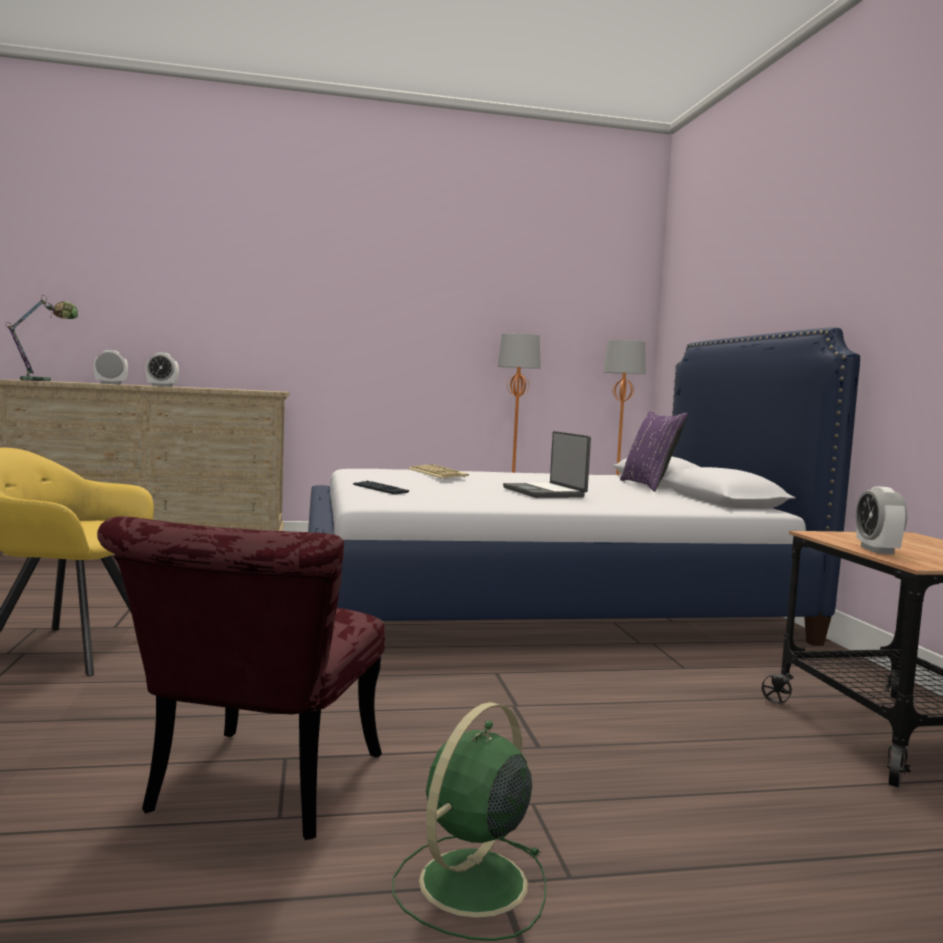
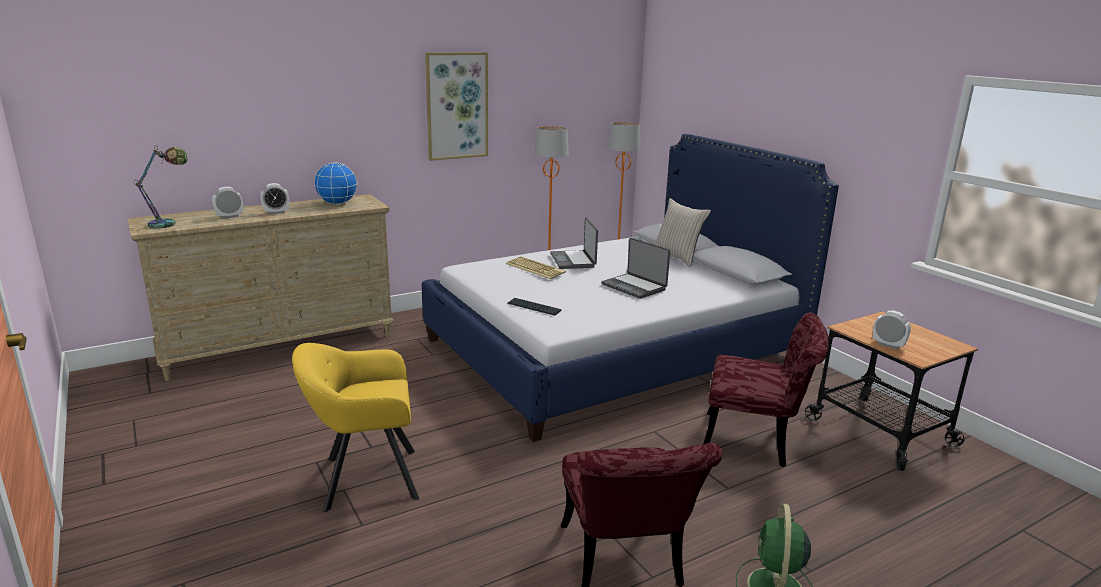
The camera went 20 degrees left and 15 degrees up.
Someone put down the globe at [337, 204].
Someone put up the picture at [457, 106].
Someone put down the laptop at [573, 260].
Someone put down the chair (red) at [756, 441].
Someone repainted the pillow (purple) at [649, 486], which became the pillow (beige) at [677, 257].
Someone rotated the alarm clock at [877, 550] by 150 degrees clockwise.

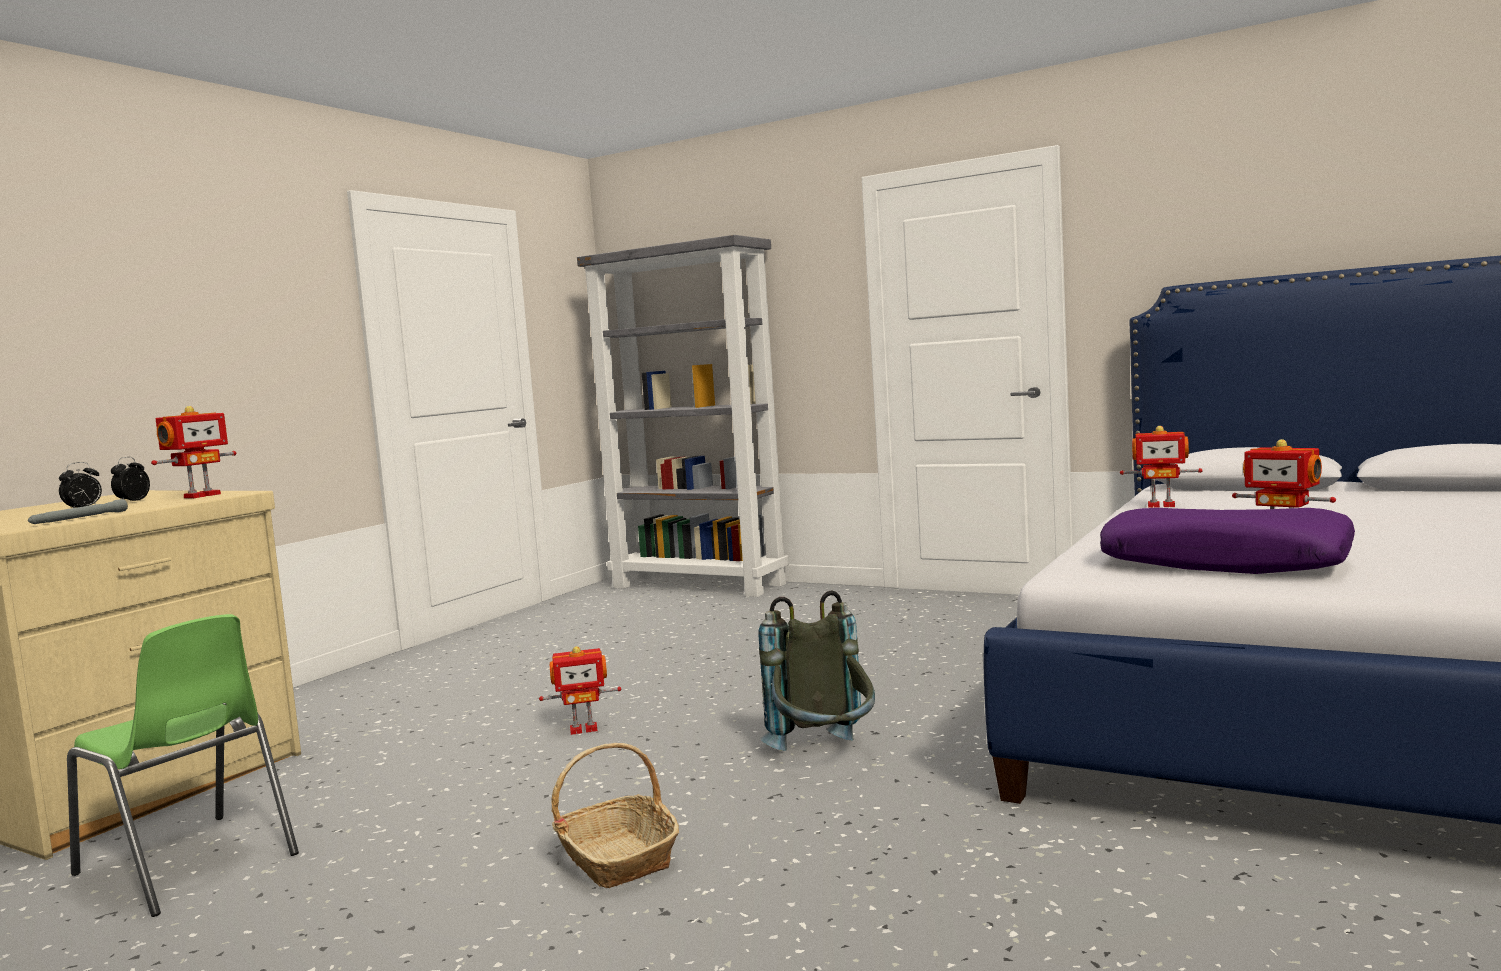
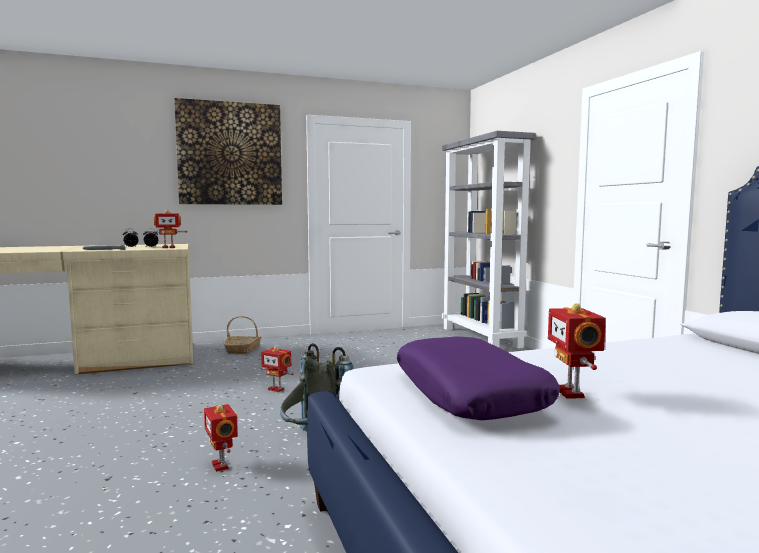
The camera went 40 degrees right and 0 degrees up.
Someone took away the chair (green) at [188, 865].
Someone put up the picture at [230, 153].
Someone carried the basket from [616, 858] to [243, 349].
Someone carried the toy robot from [1161, 505] to [221, 465].

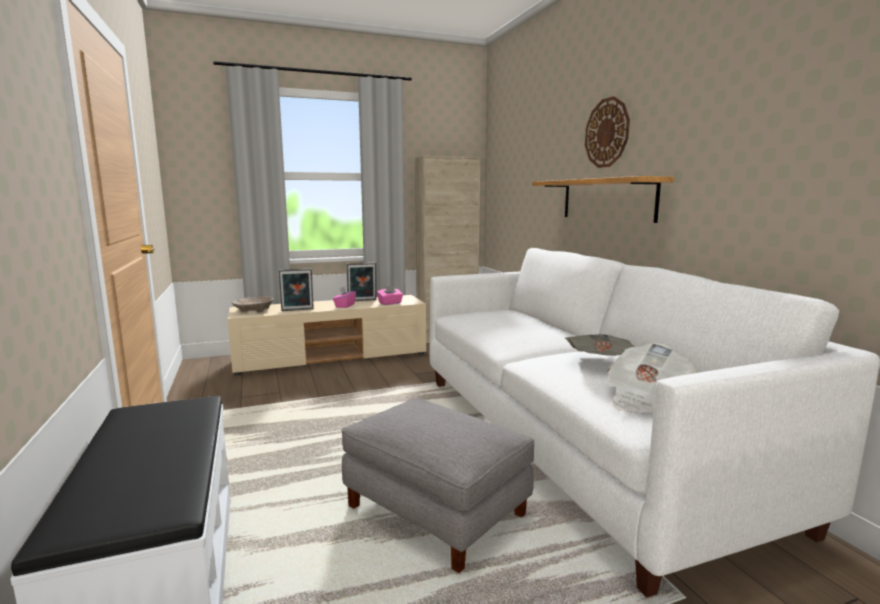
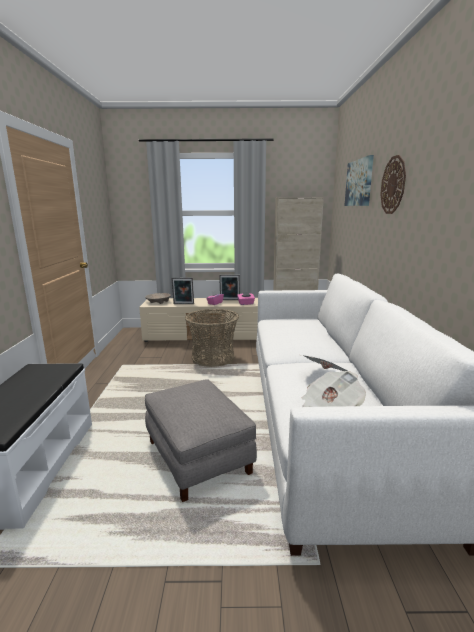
The camera went 20 degrees right and 5 degrees up.
Someone took away the shelf at [607, 199].
Someone put down the basket at [213, 358].
Someone put up the picture at [359, 183].

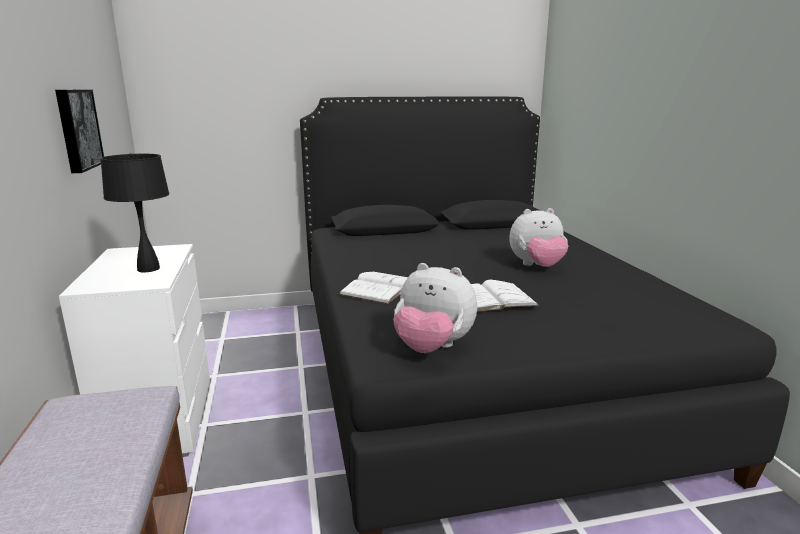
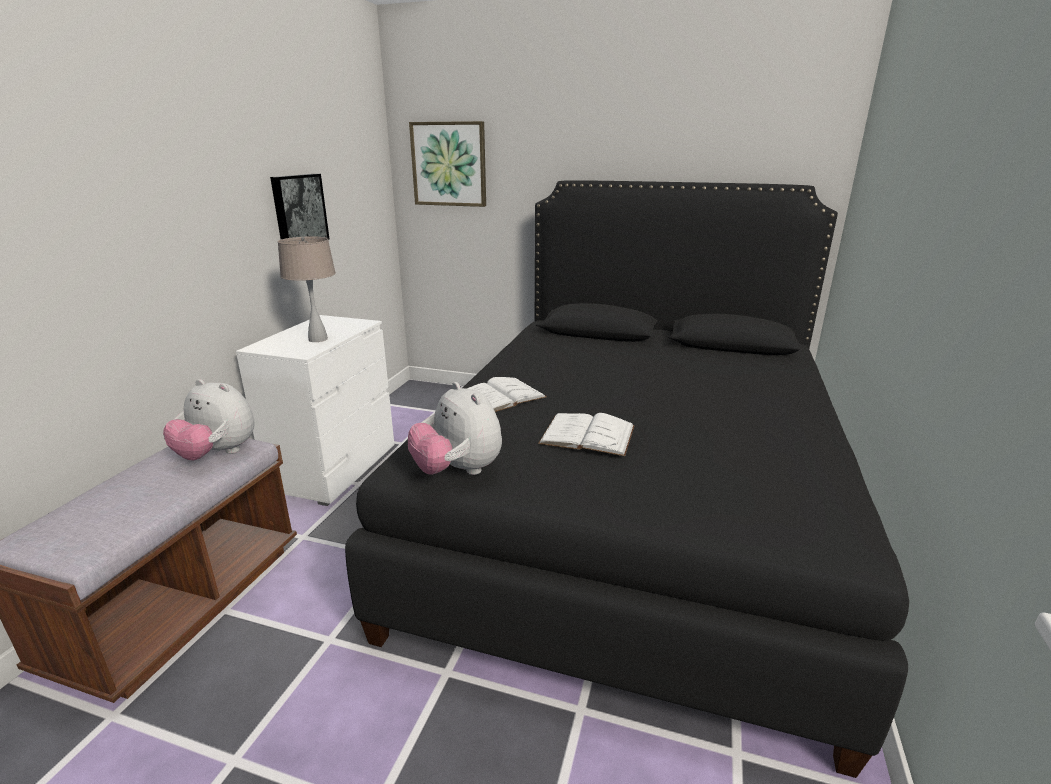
The camera went 30 degrees right and 5 degrees up.
Someone put up the picture at [449, 164].
Someone carried the plush toy from [537, 266] to [218, 454].
Someone repainted the table lamp (black) at [148, 269], which became the table lamp (beige) at [318, 339].

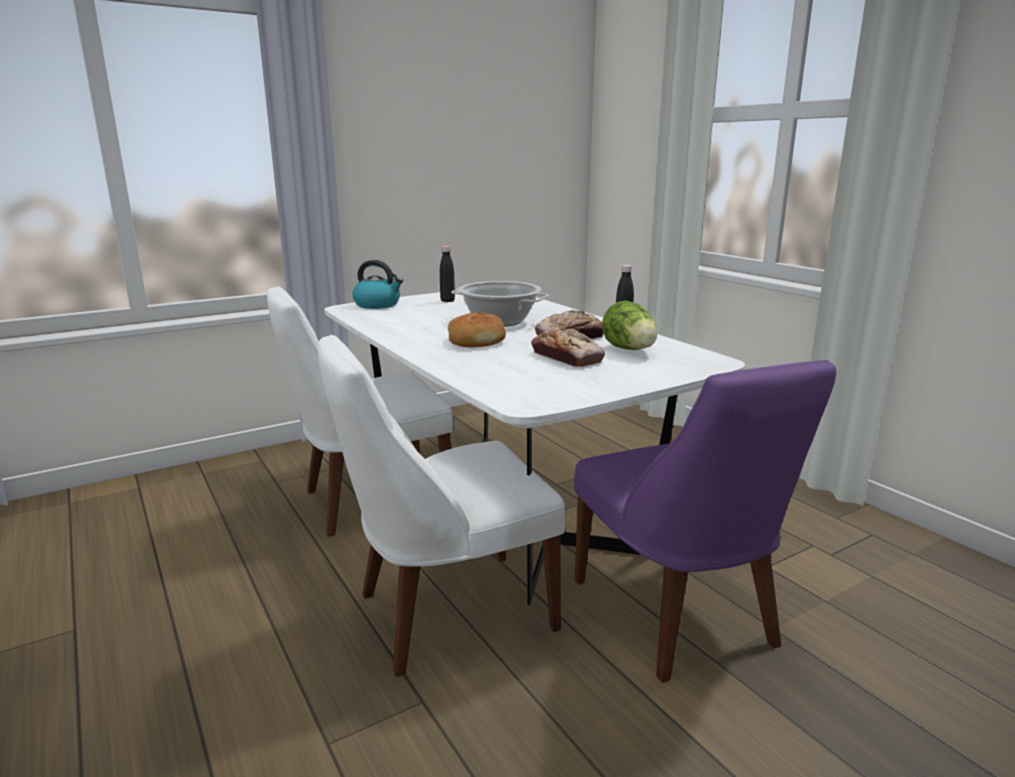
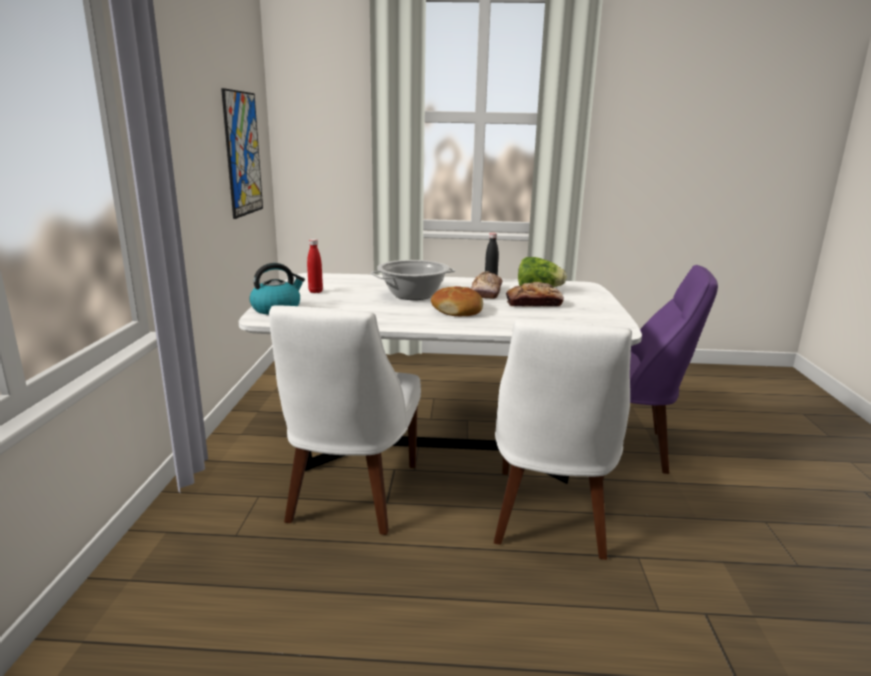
The camera went 55 degrees left and 0 degrees up.
Someone put up the picture at [243, 154].
Someone repainted the bottle (black) at [447, 301], which became the bottle (red) at [315, 291].

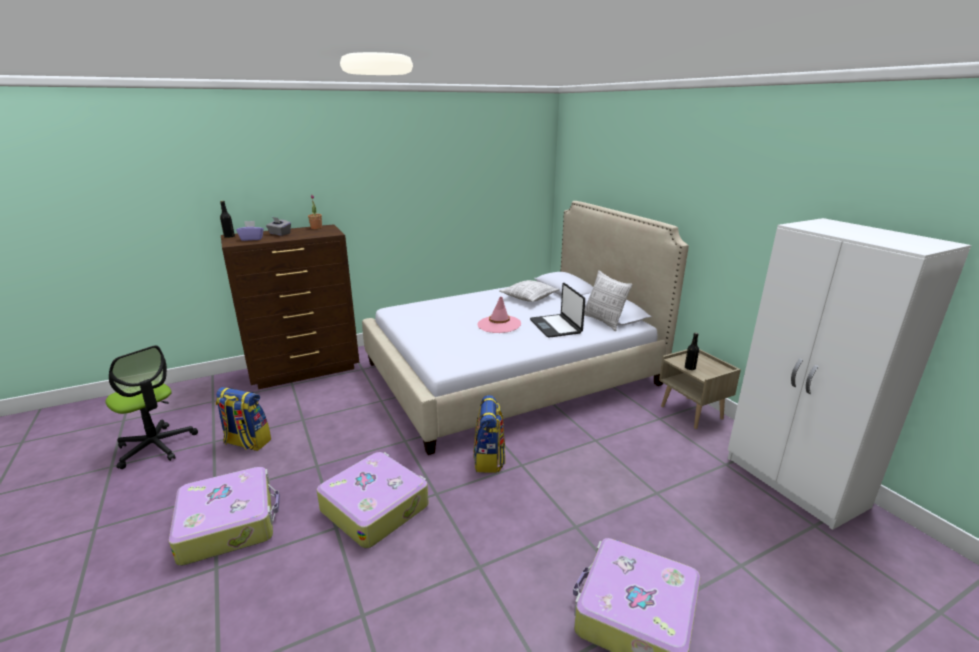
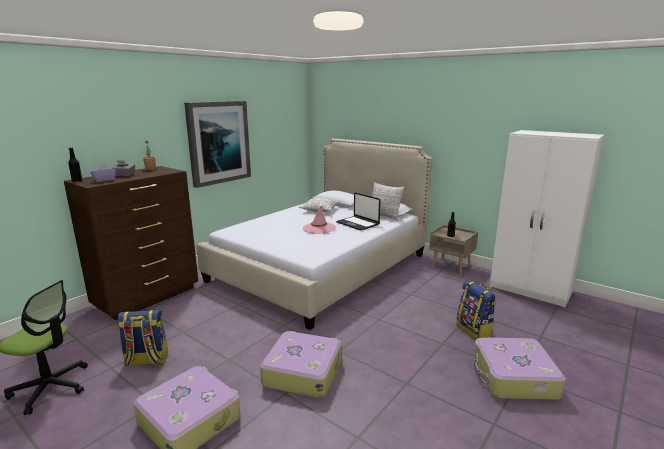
The camera went 25 degrees left and 5 degrees down.
Someone put up the picture at [218, 142].
Someone carried the backpack from [489, 459] to [474, 330].

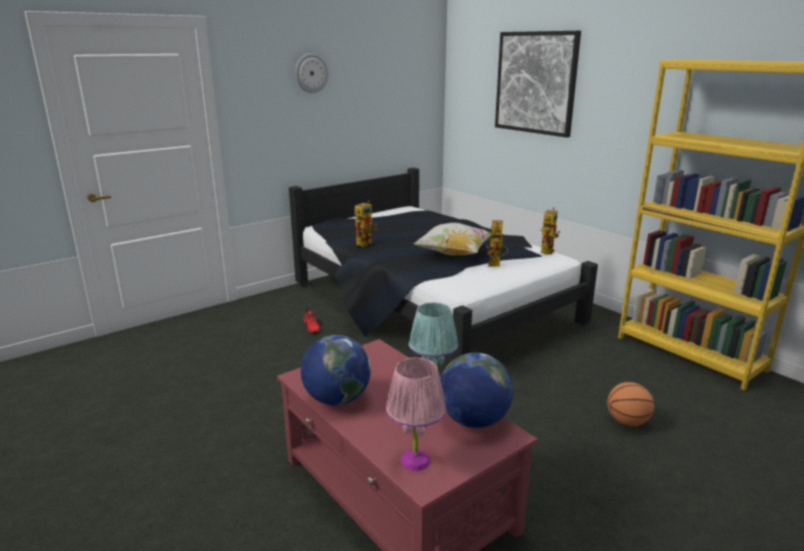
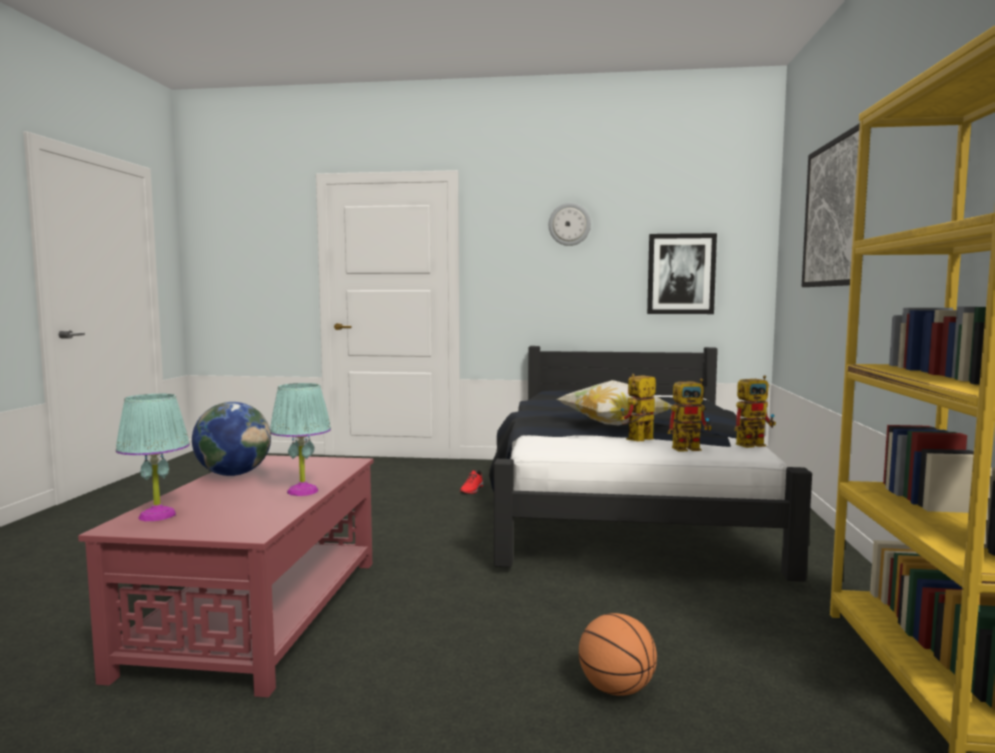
The camera went 45 degrees right and 15 degrees down.
Someone took away the globe at [474, 420].
Someone put up the picture at [681, 274].
Someone carried the toy robot from [365, 242] to [691, 448].
Someone repainted the table lamp (pink) at [416, 460], which became the table lamp (turquoise) at [157, 515].

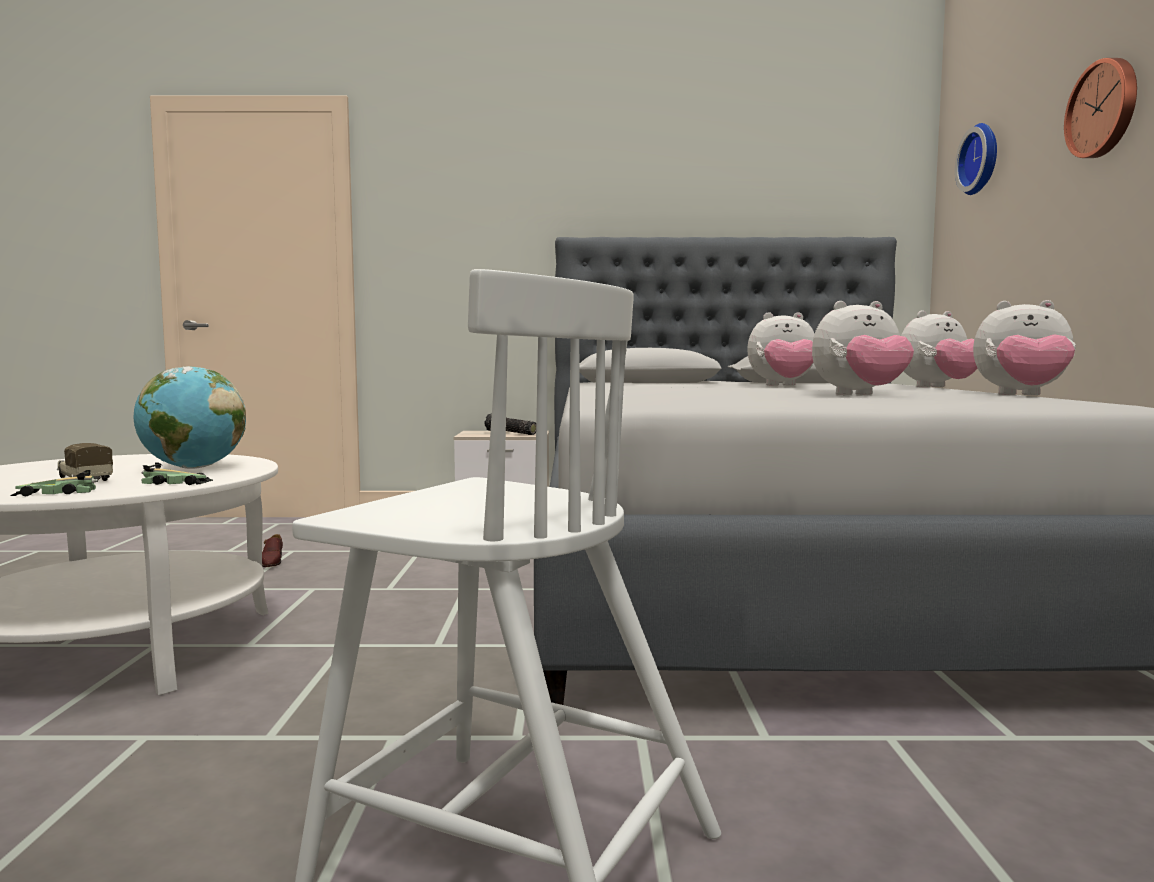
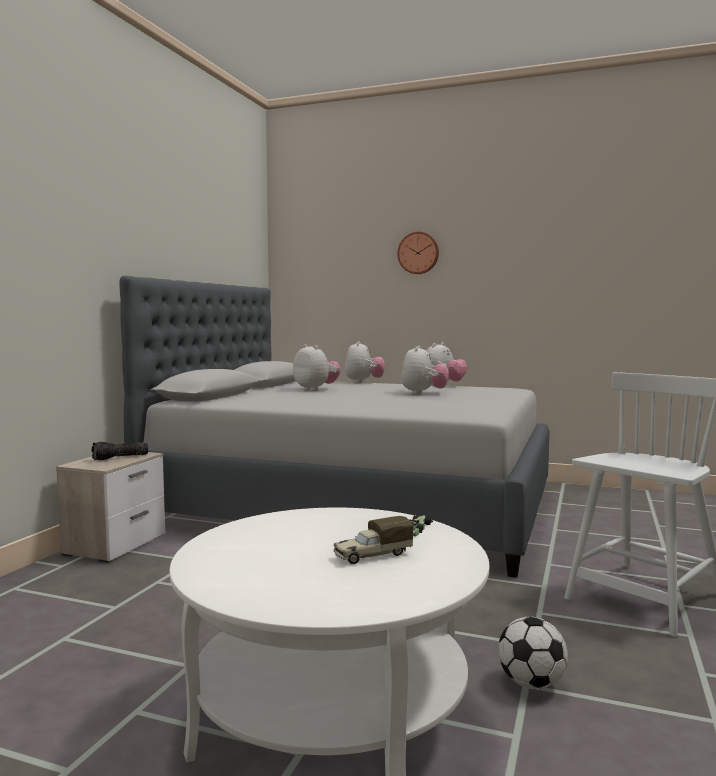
The camera went 70 degrees left and 0 degrees up.
Someone took away the toy car at [57, 493].
Someone took away the globe at [193, 468].
Someone took away the shoe (brown) at [271, 562].
Someone took away the wall clock at [982, 159].
Someone put down the football at [531, 683].
Someone rotated the plush toy at [783, 385] by 60 degrees counterclockwise.

